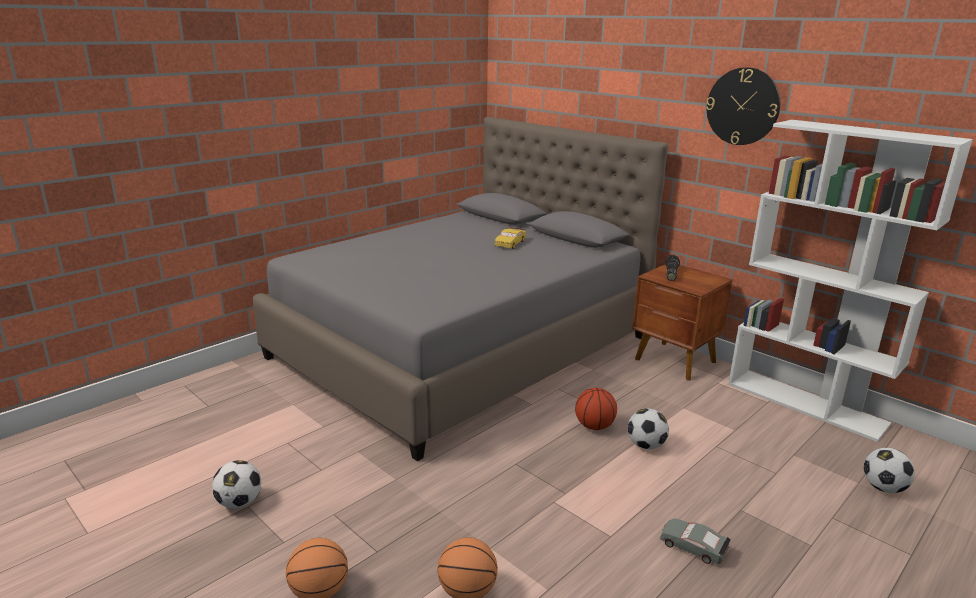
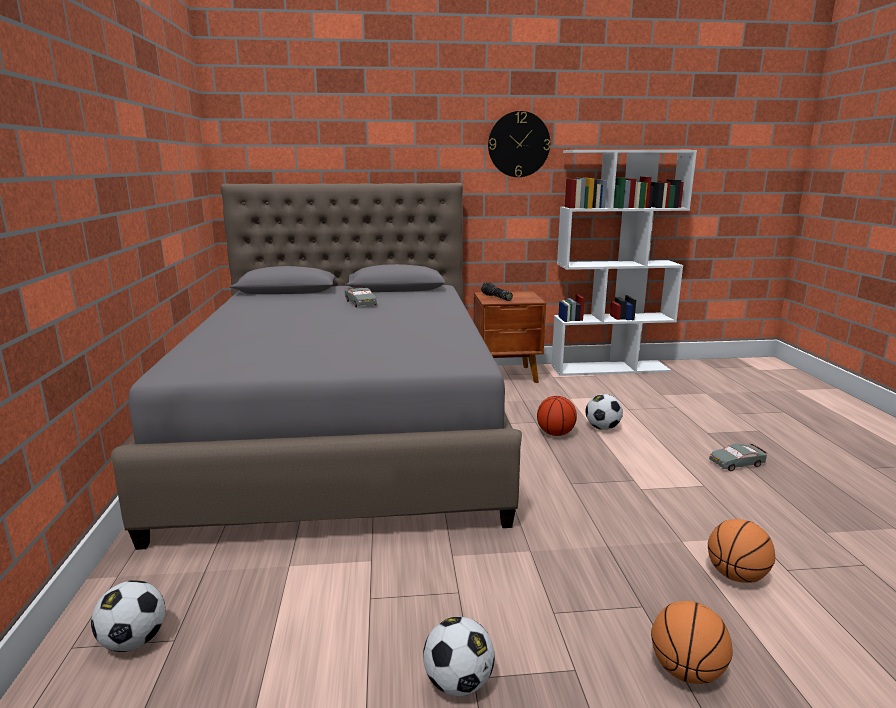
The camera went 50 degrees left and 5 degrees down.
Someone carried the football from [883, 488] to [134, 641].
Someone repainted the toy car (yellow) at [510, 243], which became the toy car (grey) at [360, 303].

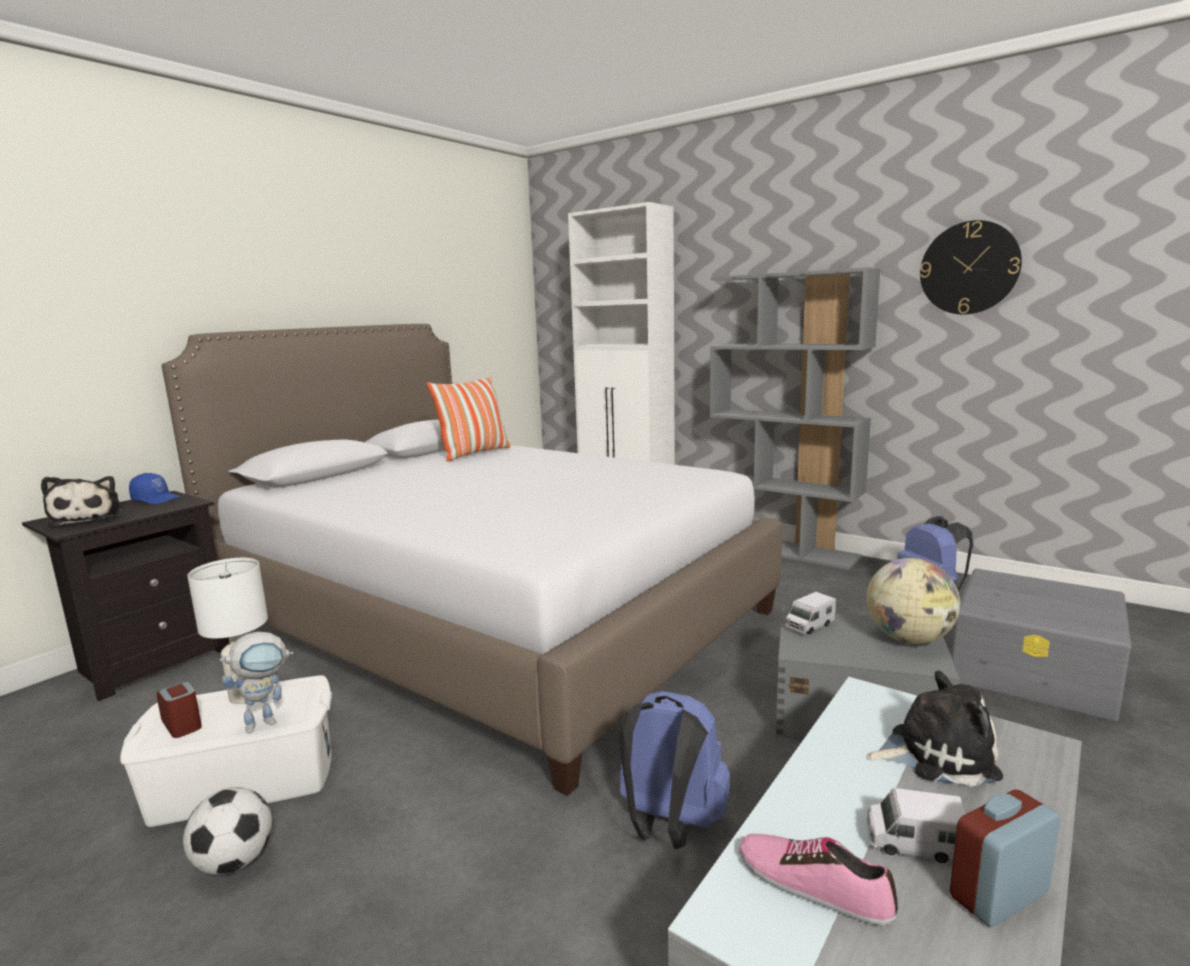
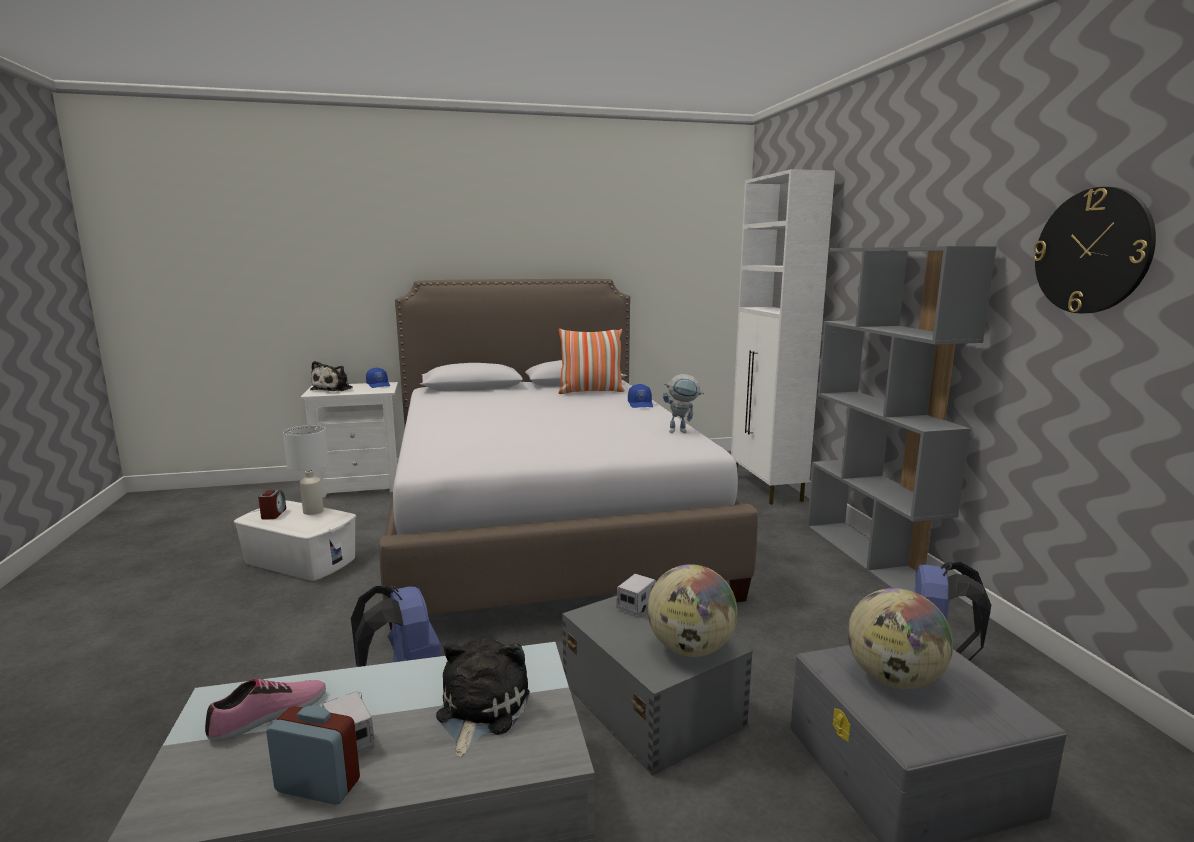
The camera went 40 degrees right and 0 degrees up.
Someone took away the football at [235, 862].
Someone put down the cap (blue) at [641, 404].
Someone put down the globe at [893, 679].
Someone carried the toy robot from [268, 721] to [682, 431].
Someone repainted the nightstand (black) at [153, 660], which became the nightstand (white) at [361, 485].
Someone rotated the shoe at [813, 884] by 60 degrees clockwise.
Someone rotated the toy truck at [809, 625] by 120 degrees clockwise.
Someone rotated the plush toy at [935, 753] by 120 degrees counterclockwise.

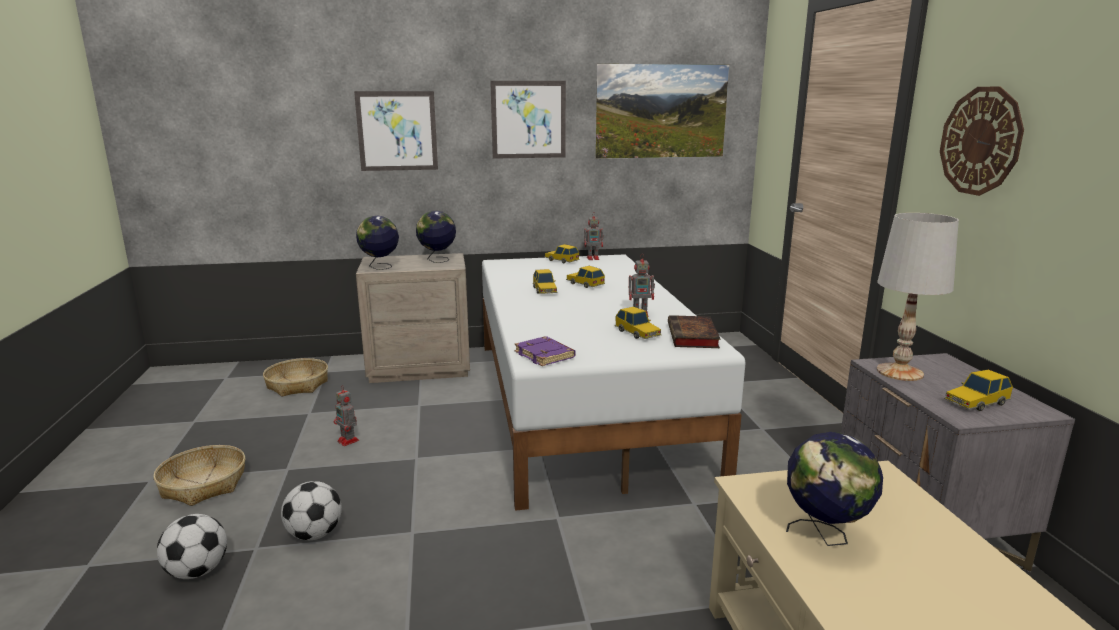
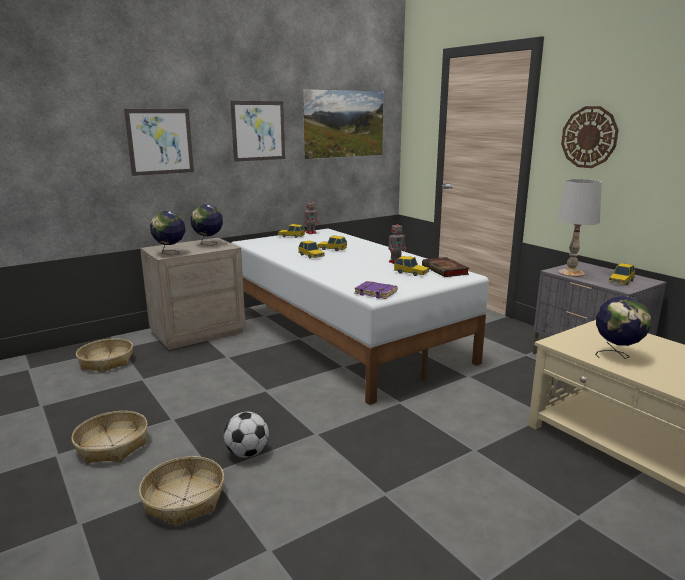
The camera went 25 degrees left and 0 degrees up.
Someone took away the toy robot at [348, 441].
Someone swapped the football at [197, 571] for the basket at [184, 499].

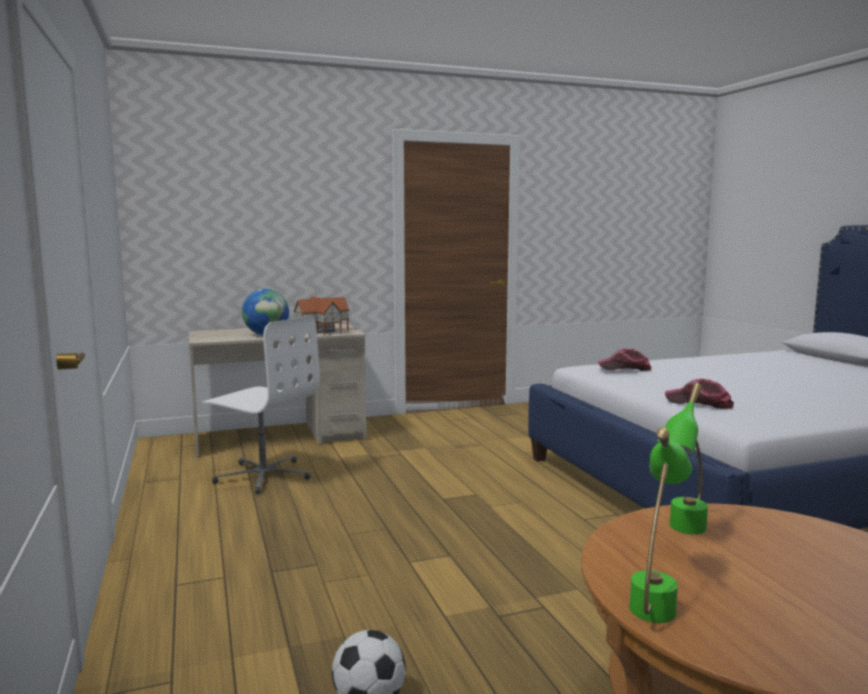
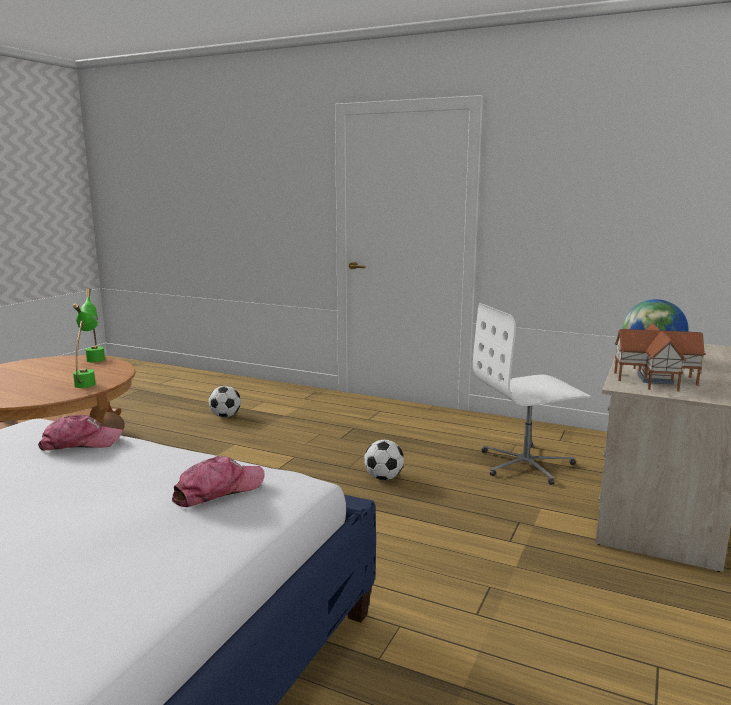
The camera went 135 degrees right and 5 degrees up.
Someone put down the football at [384, 478].

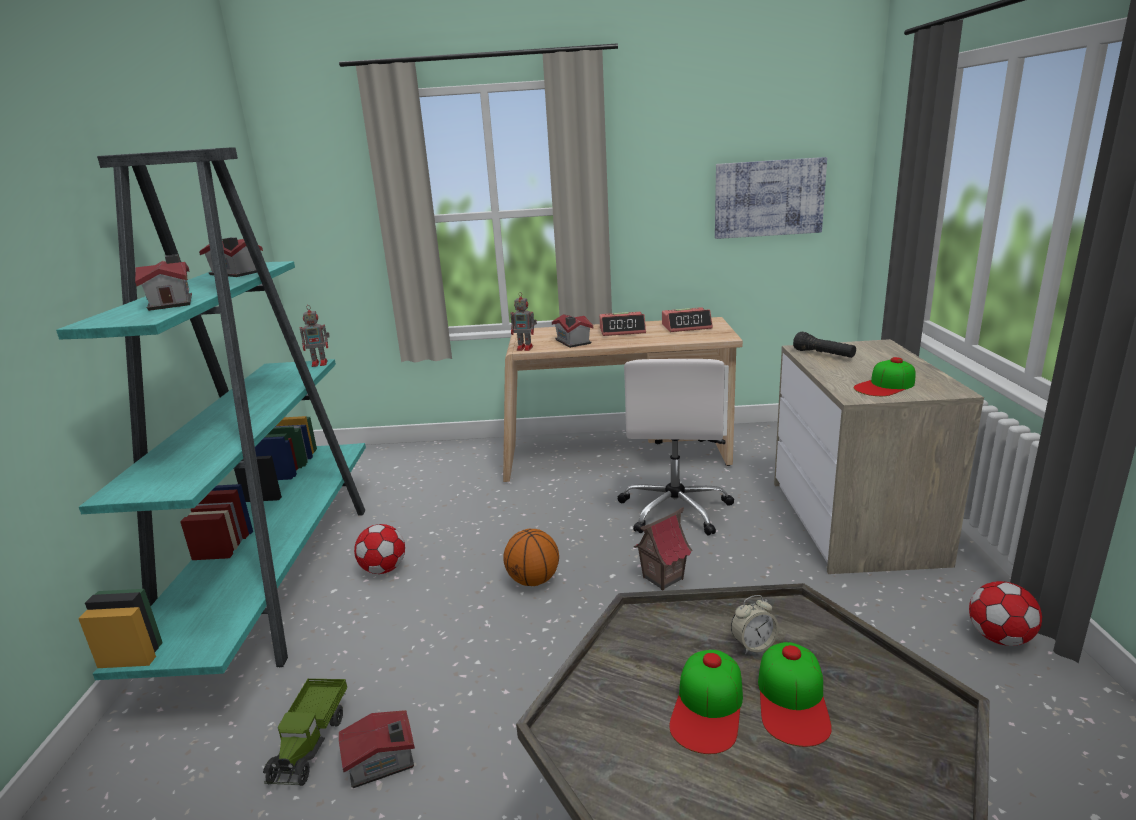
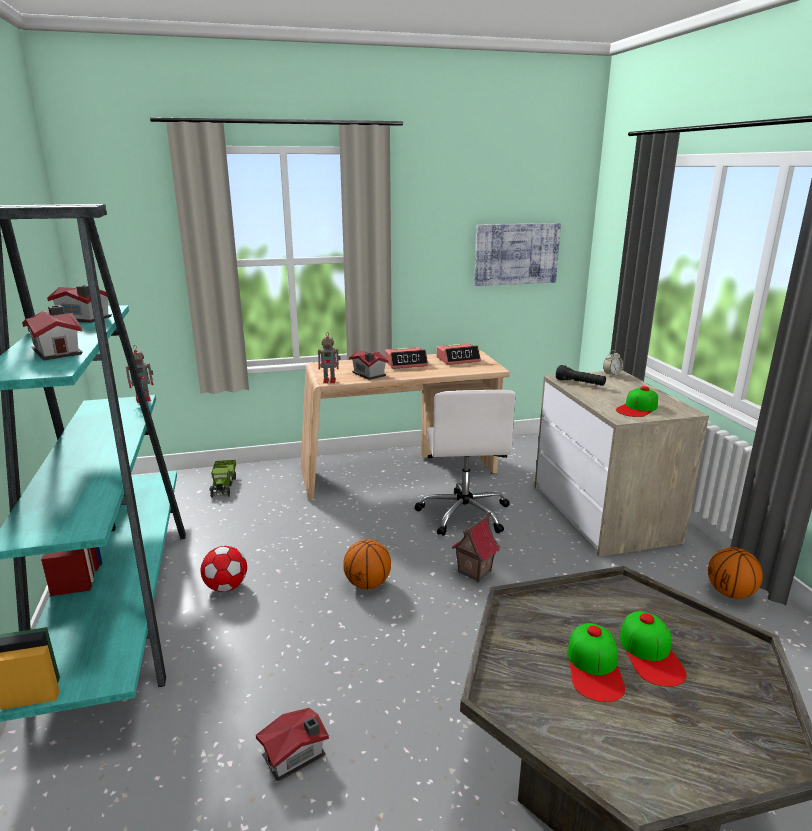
The camera went 15 degrees left and 0 degrees up.
Someone carried the toy truck from [311, 742] to [224, 486].
Someone carried the alarm clock from [753, 645] to [611, 374].
Someone swapped the football at [999, 638] for the basketball at [729, 593].

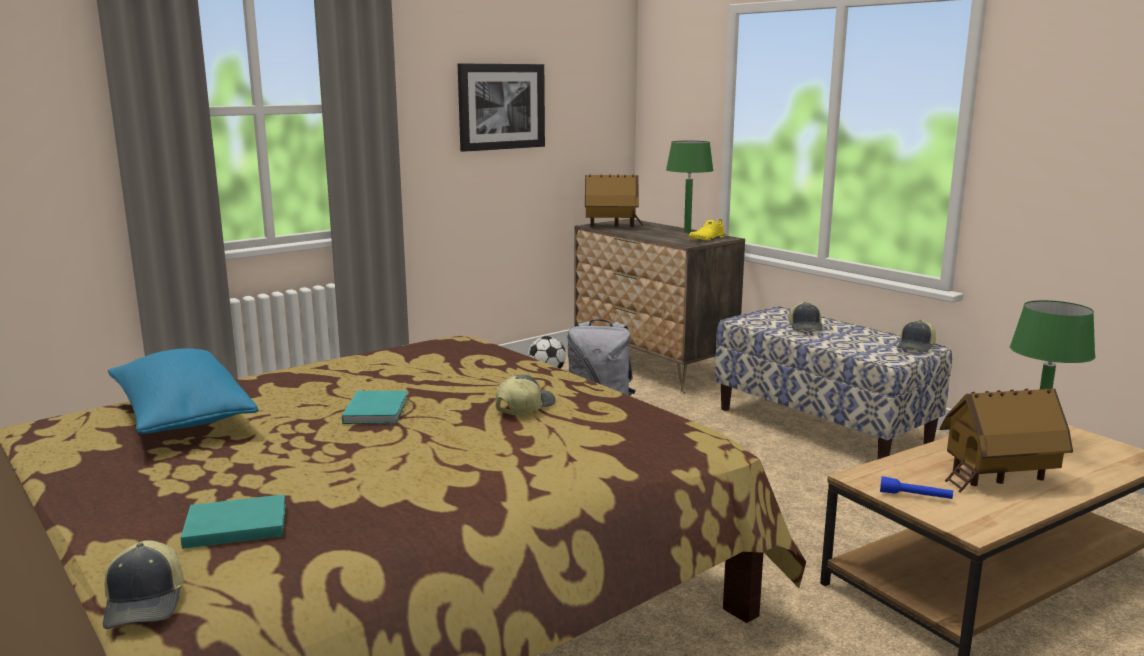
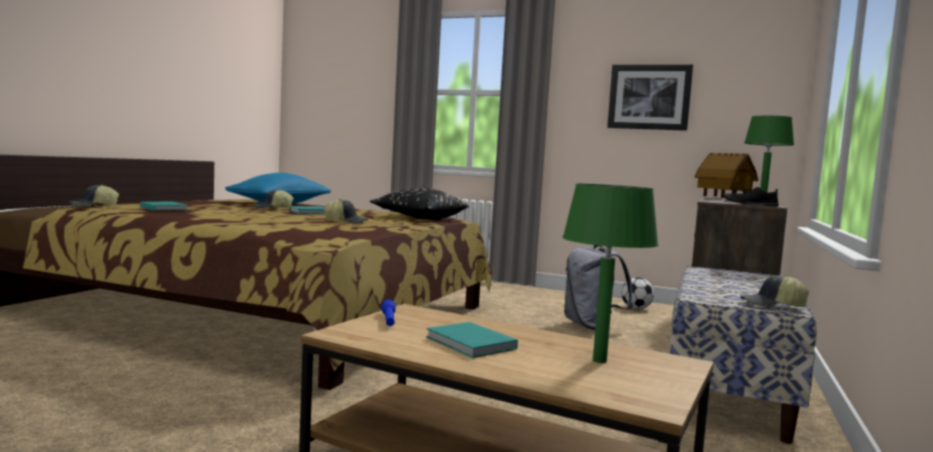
The camera went 60 degrees right and 10 degrees down.
Someone put down the pillow (black) at [419, 218].
Someone carried the cap from [806, 327] to [272, 209].
Someone swapped the toy house at [998, 478] for the book (turquoise) at [471, 344].
Someone repainted the shoe (yellow) at [706, 238], which became the shoe (black) at [749, 204].

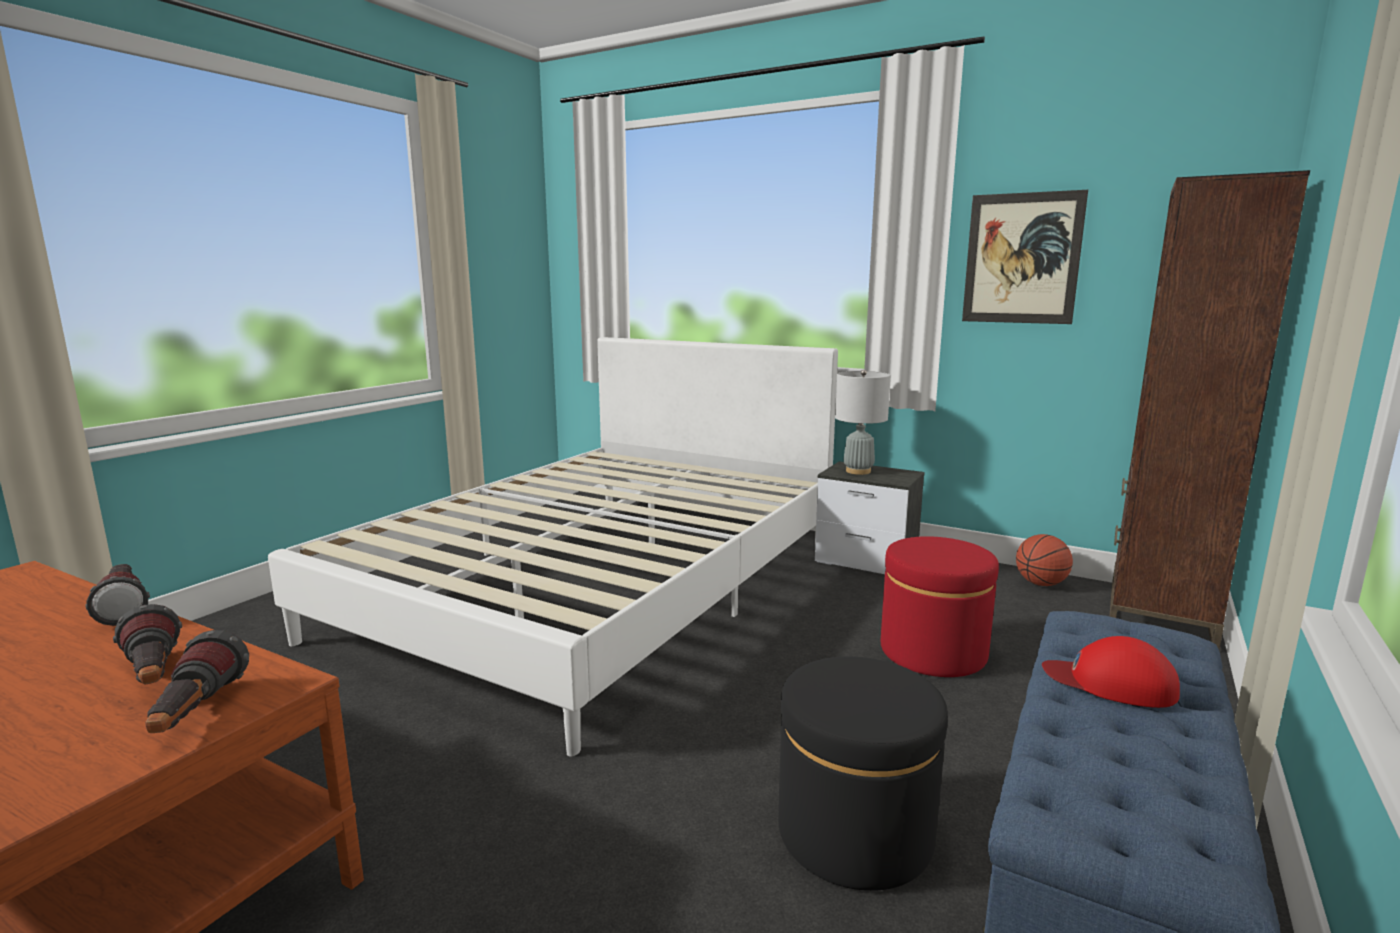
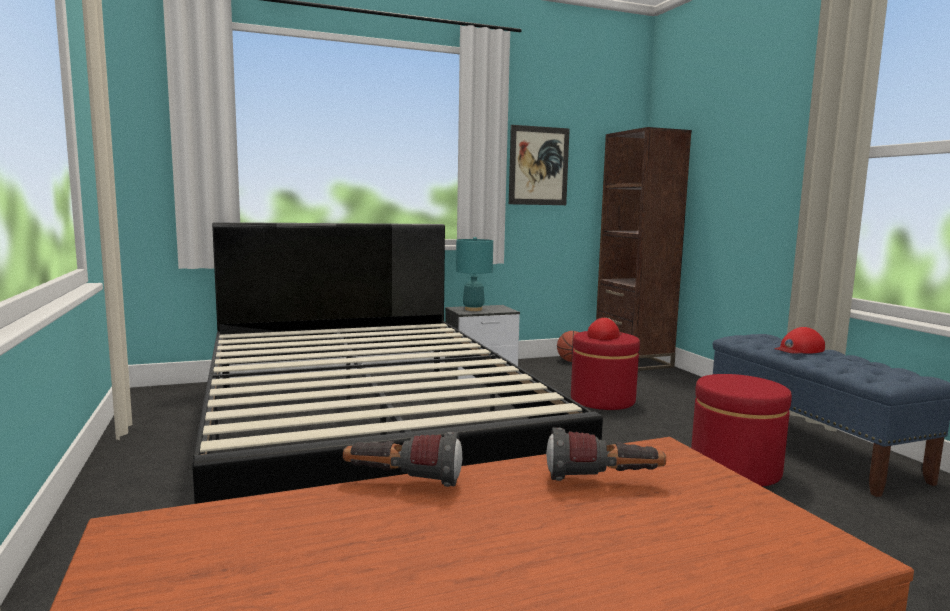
The camera went 50 degrees left and 5 degrees down.
Someone took away the flashlight at [195, 715].
Someone put down the cap (red) at [605, 335].
Someone repainted the bed (white) at [600, 586], which became the bed (black) at [366, 433].
Someone repainted the ottoman (black) at [854, 833], which became the ottoman (red) at [735, 469].
Someone repainted the table lamp (grey) at [858, 471], which became the table lamp (turquoise) at [473, 309].

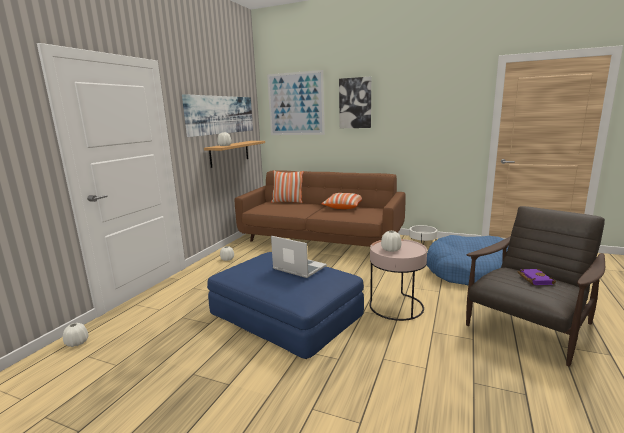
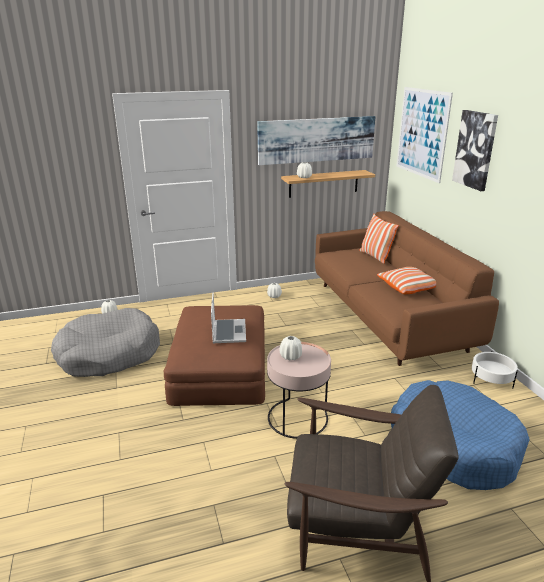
The camera went 50 degrees right and 10 degrees up.
Someone took away the book (purple) at [533, 279].
Someone put down the dog bed (grey) at [108, 354].
Someone repainted the ottoman (blue) at [285, 313], which became the ottoman (brown) at [219, 366].

